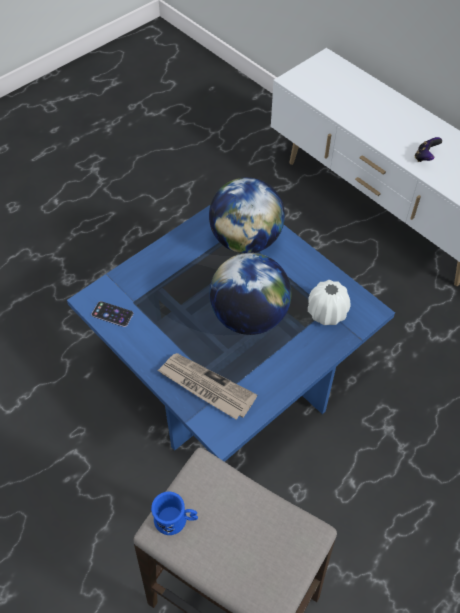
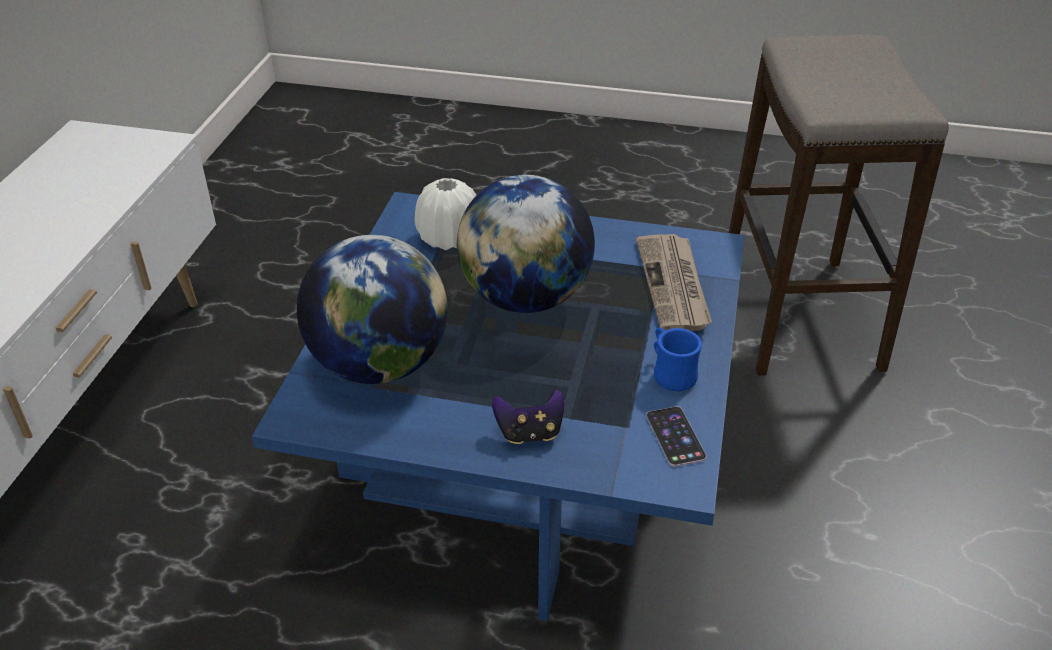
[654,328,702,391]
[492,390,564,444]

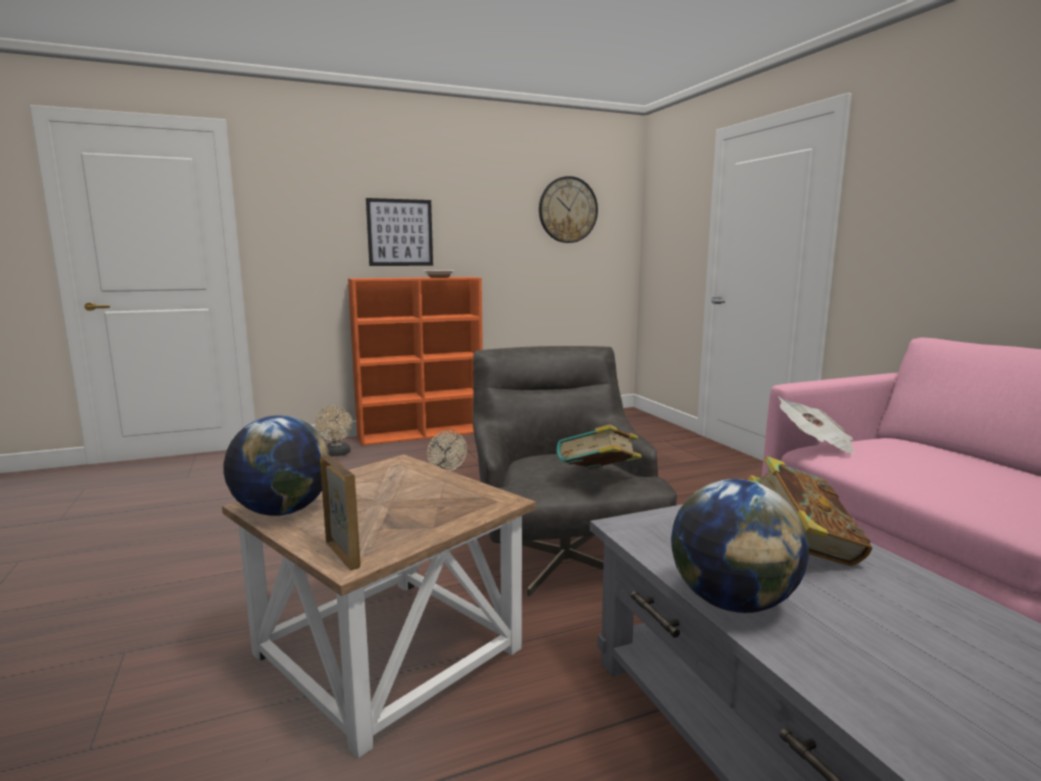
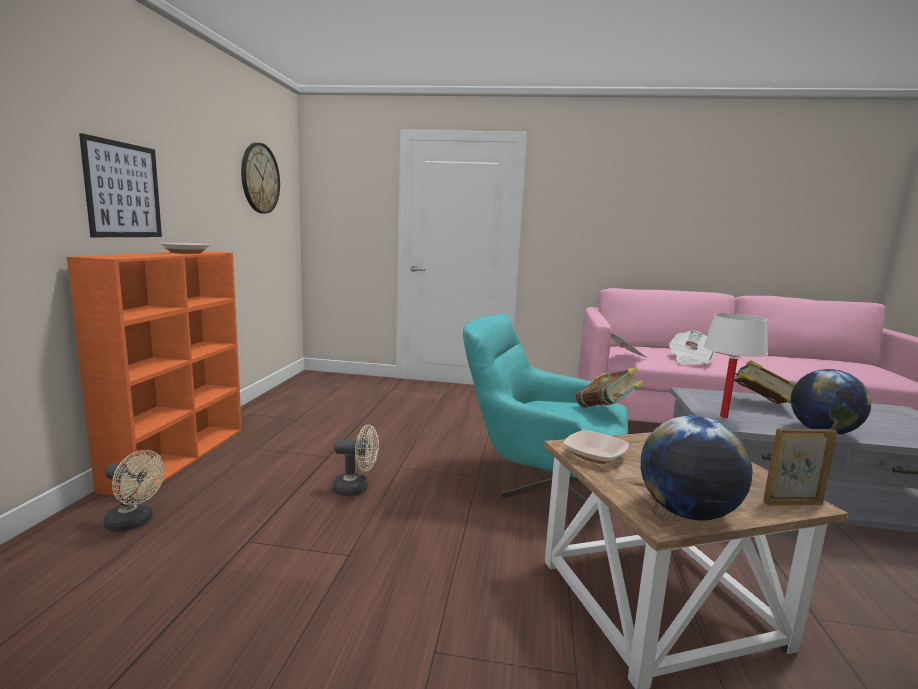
[463,314,628,517]
[564,430,629,464]
[668,330,715,365]
[703,313,768,418]

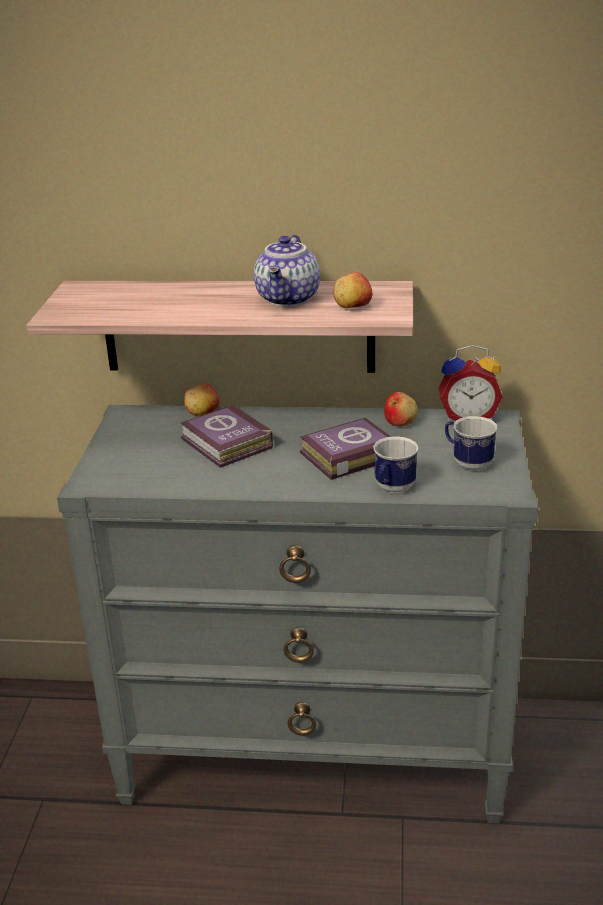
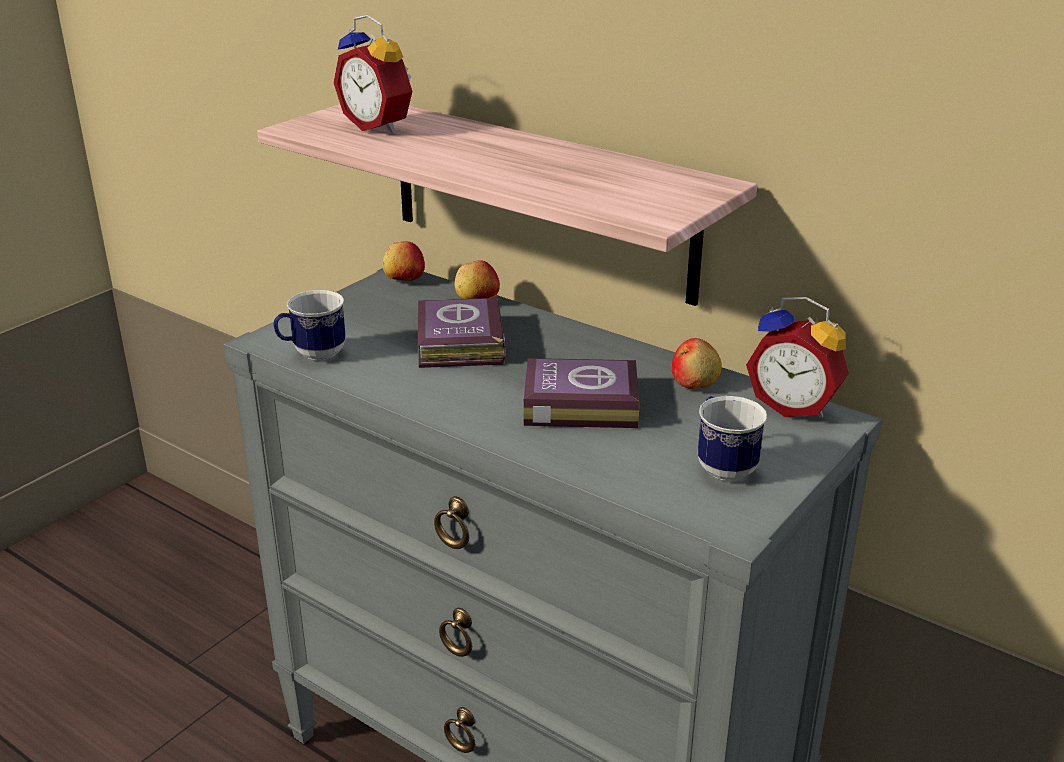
[254,235,320,307] (first image)
[383,241,425,281]
[274,290,346,360]
[333,15,412,134]

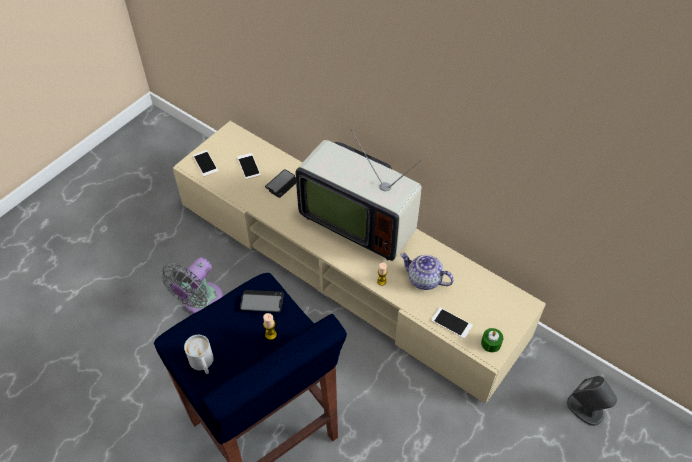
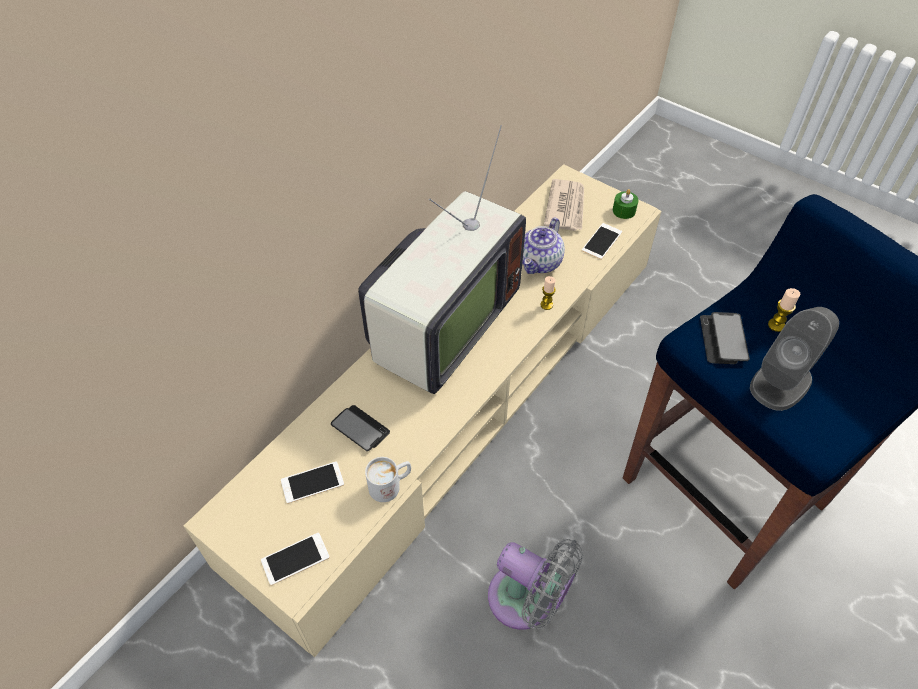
[365,457,411,502]
[750,307,839,411]
[544,179,584,231]

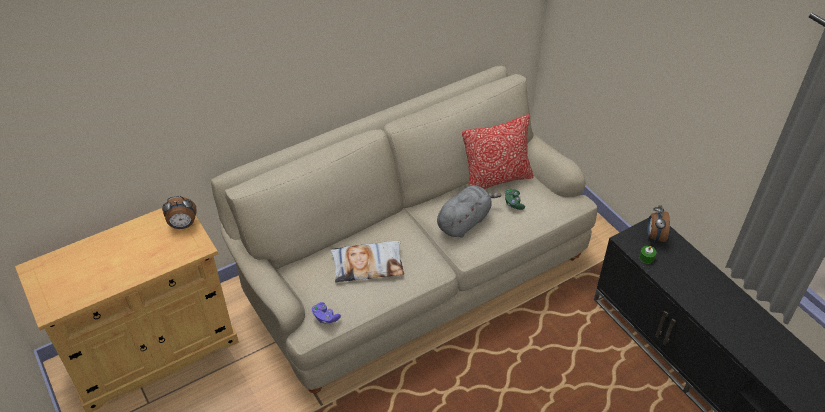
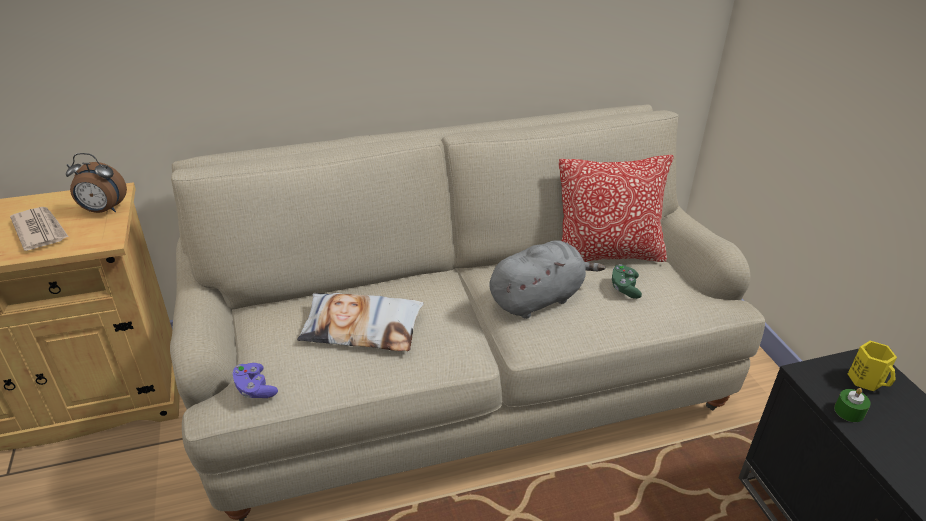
[848,341,897,391]
[10,207,69,251]

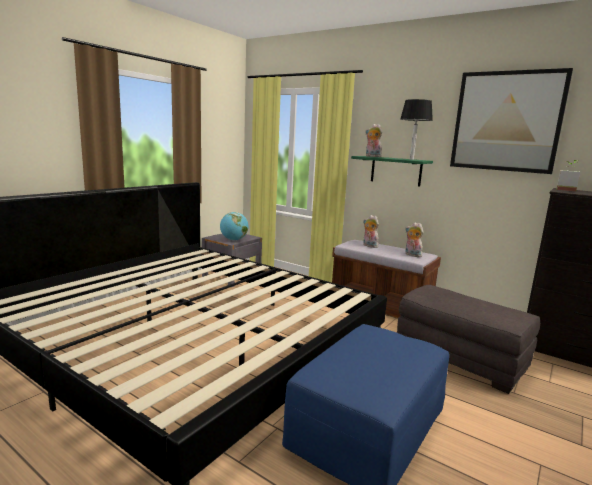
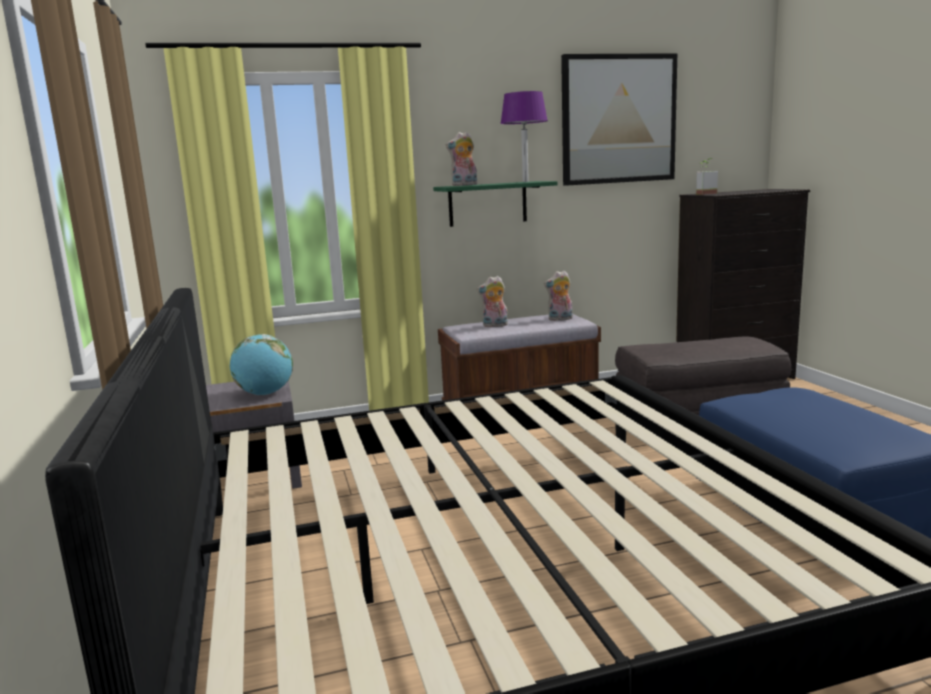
[500,91,548,182]

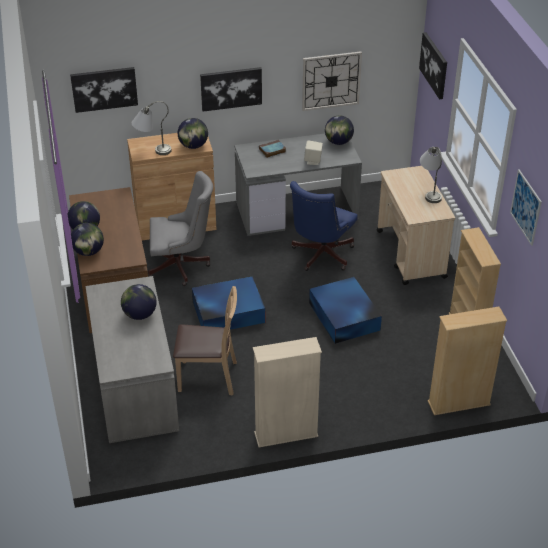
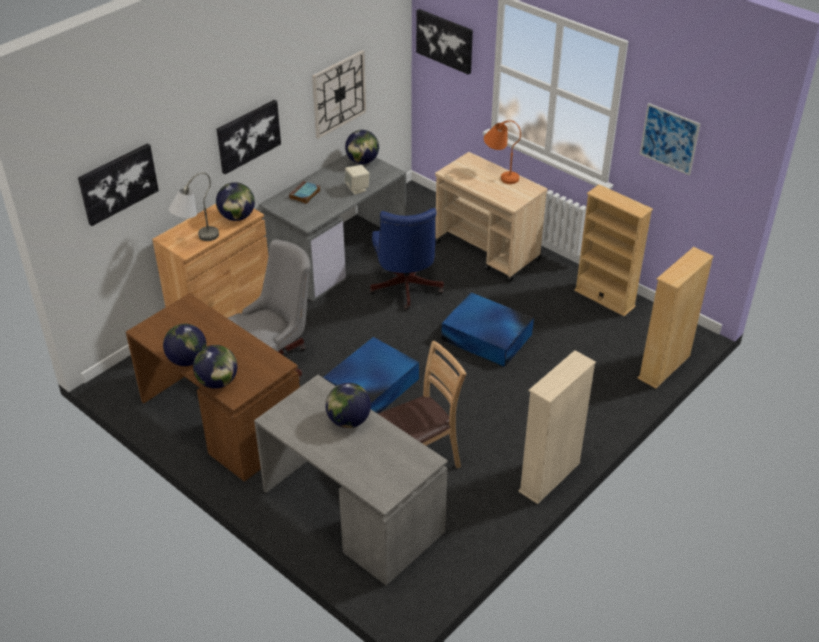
[484,120,521,184]

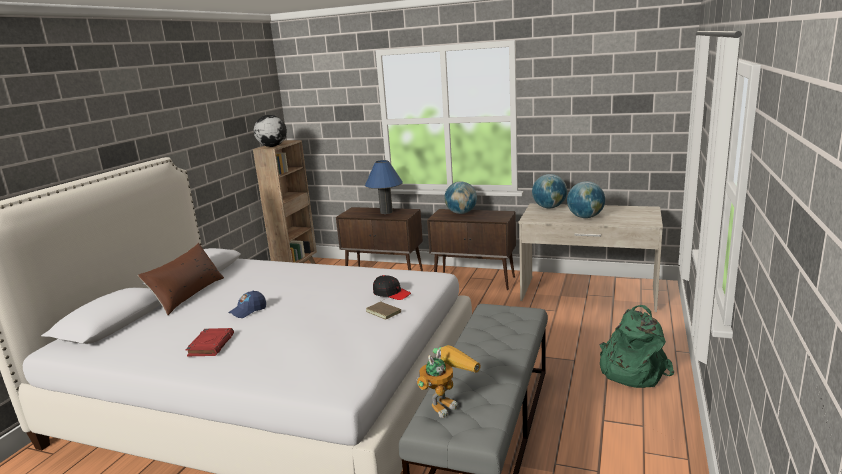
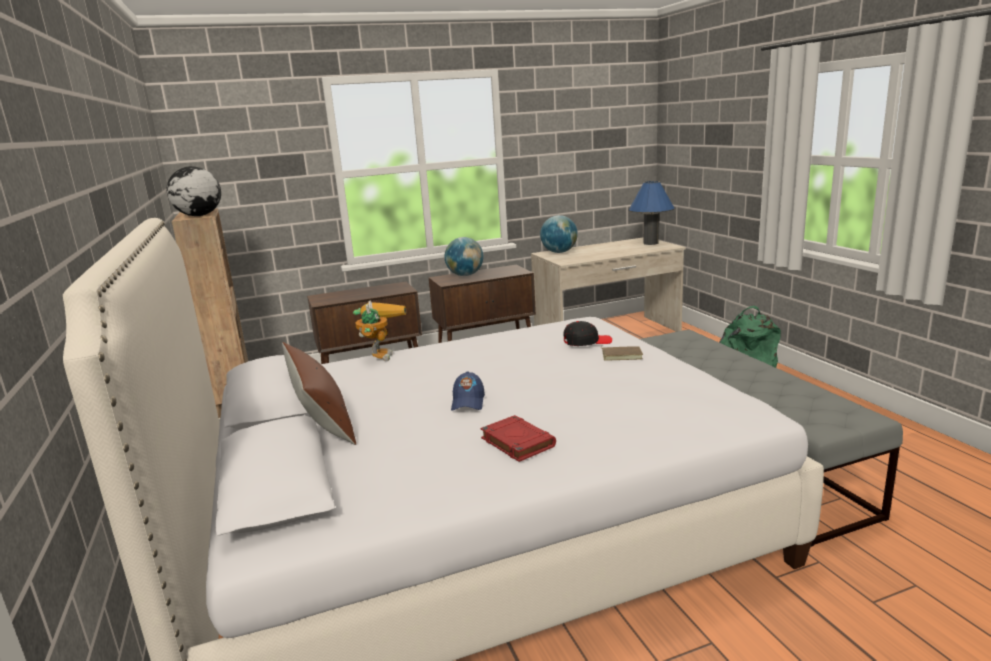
[629,181,674,245]
[353,301,406,361]
[567,181,605,218] (first image)

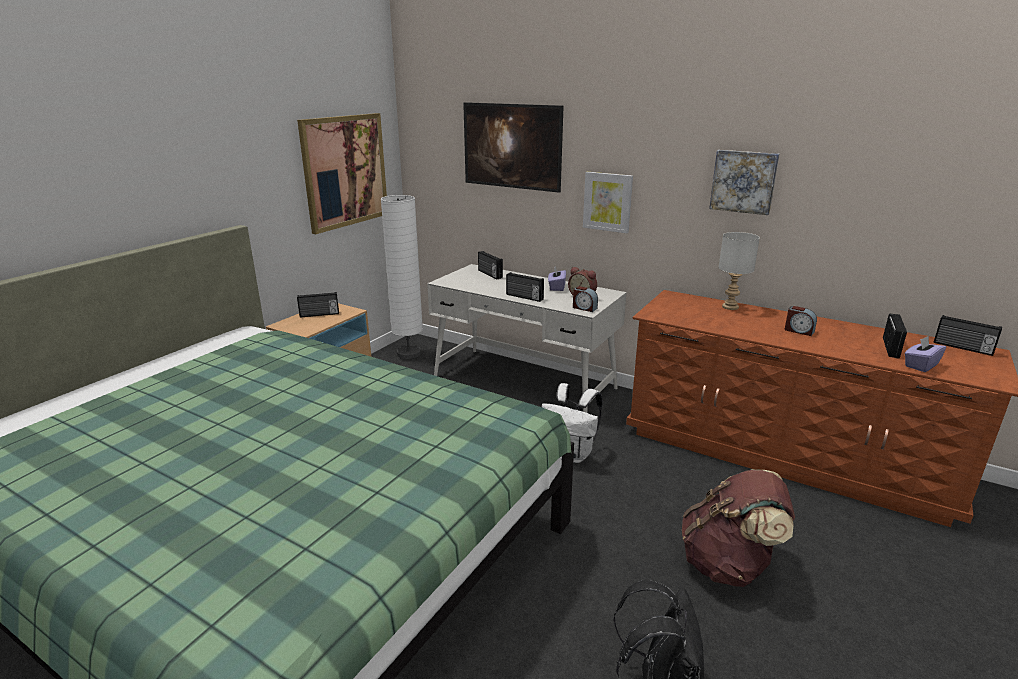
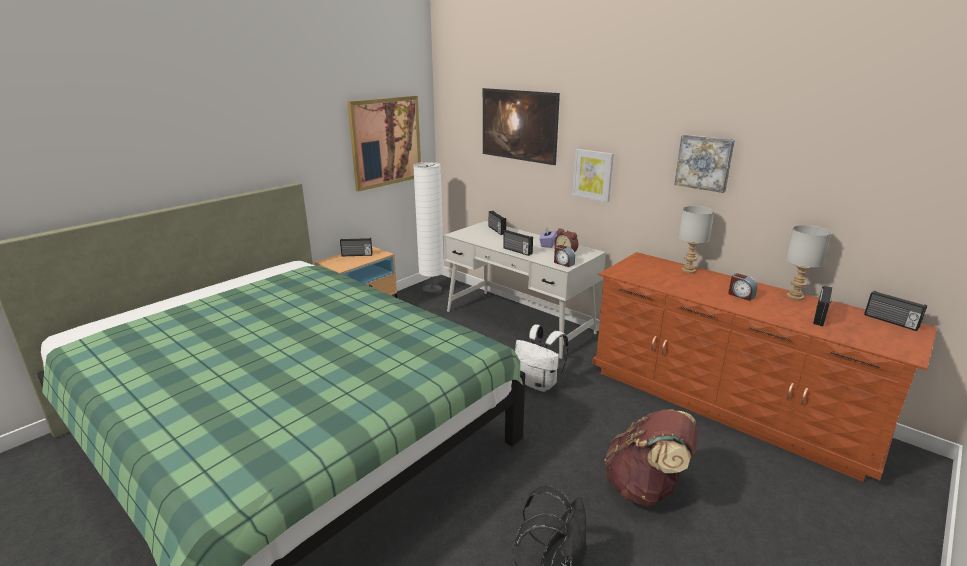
[905,335,946,372] (first image)
[786,225,831,300]

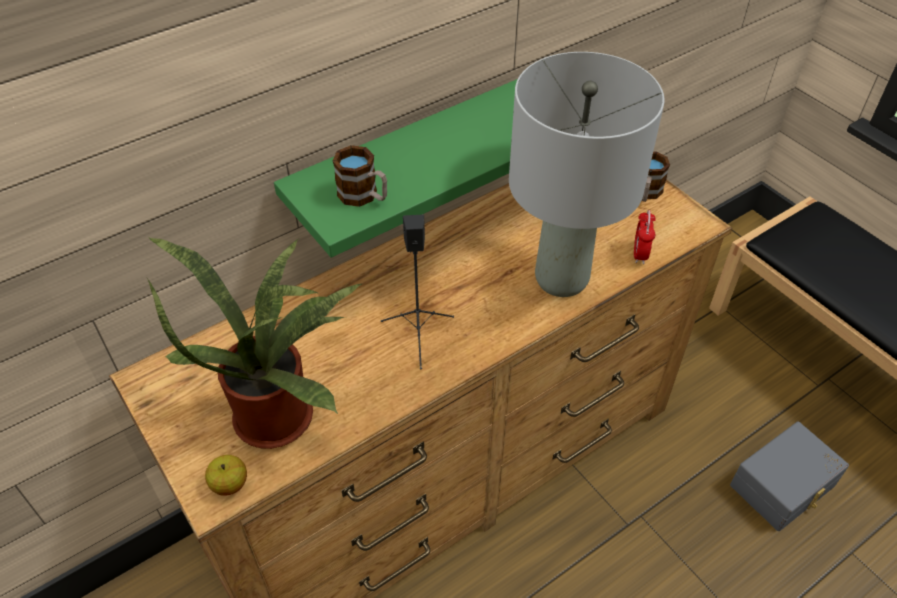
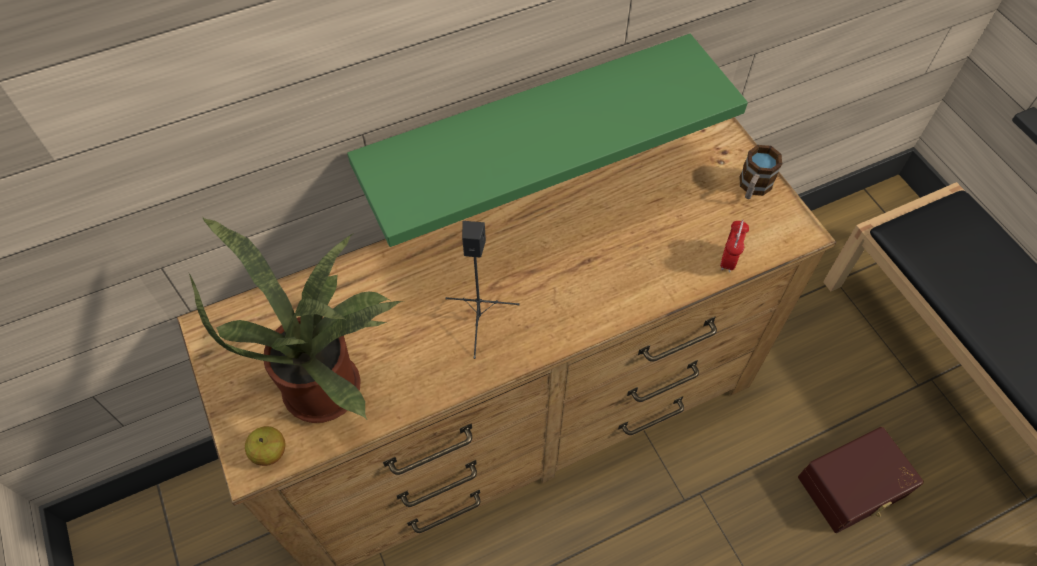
[333,145,387,207] (first image)
[509,52,664,297] (first image)
[798,427,924,533]

